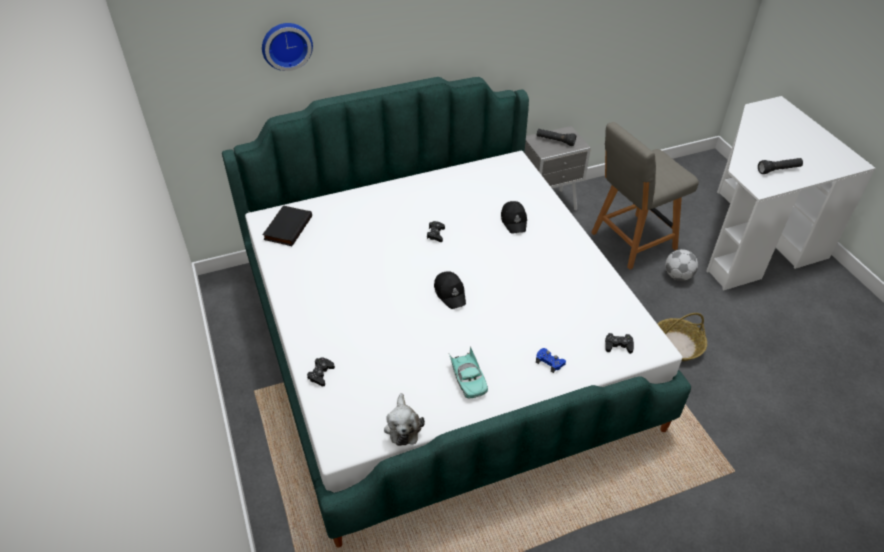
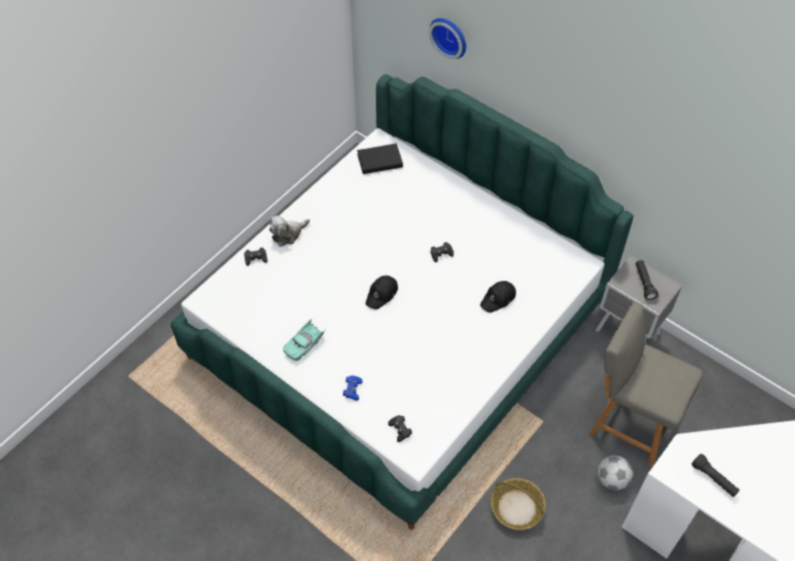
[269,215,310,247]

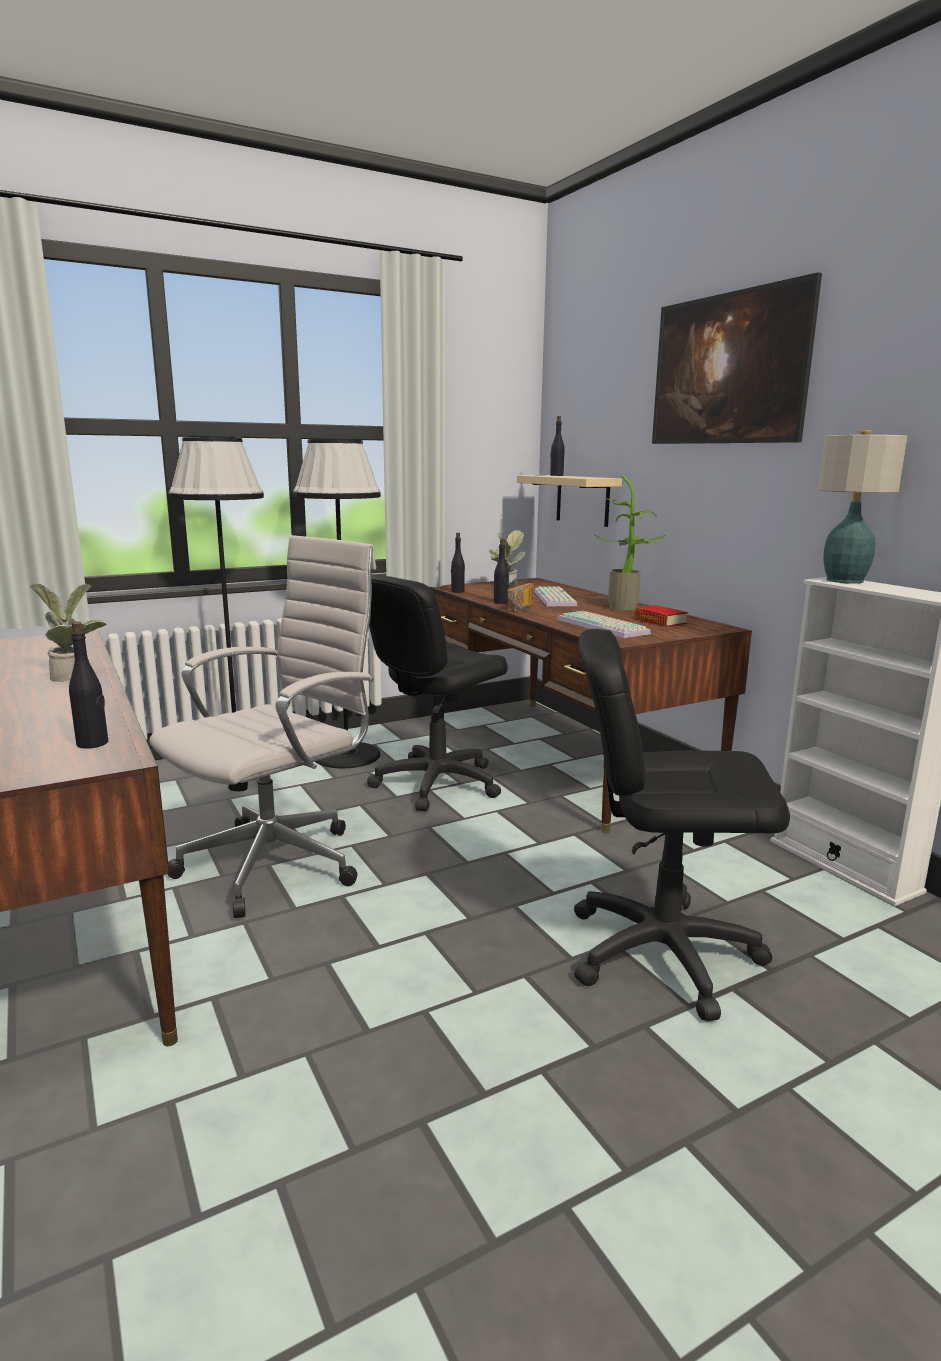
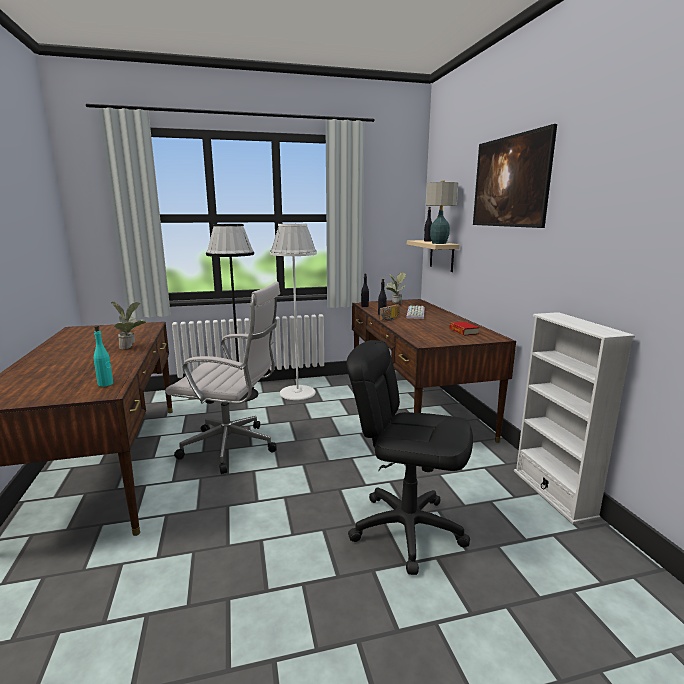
[94,326,113,387]
[165,281,280,474]
[270,224,317,400]
[367,574,508,811] (first image)
[557,611,651,638] (first image)
[594,475,666,611] (first image)
[426,180,458,244]

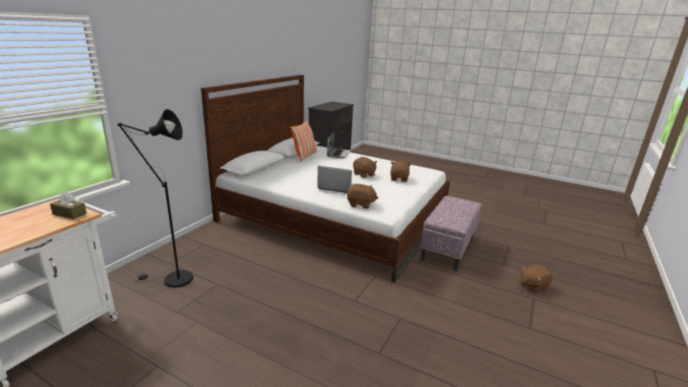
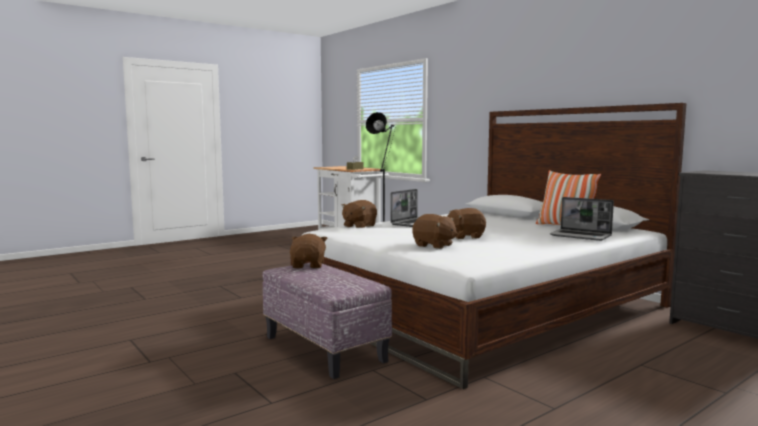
[290,234,328,268]

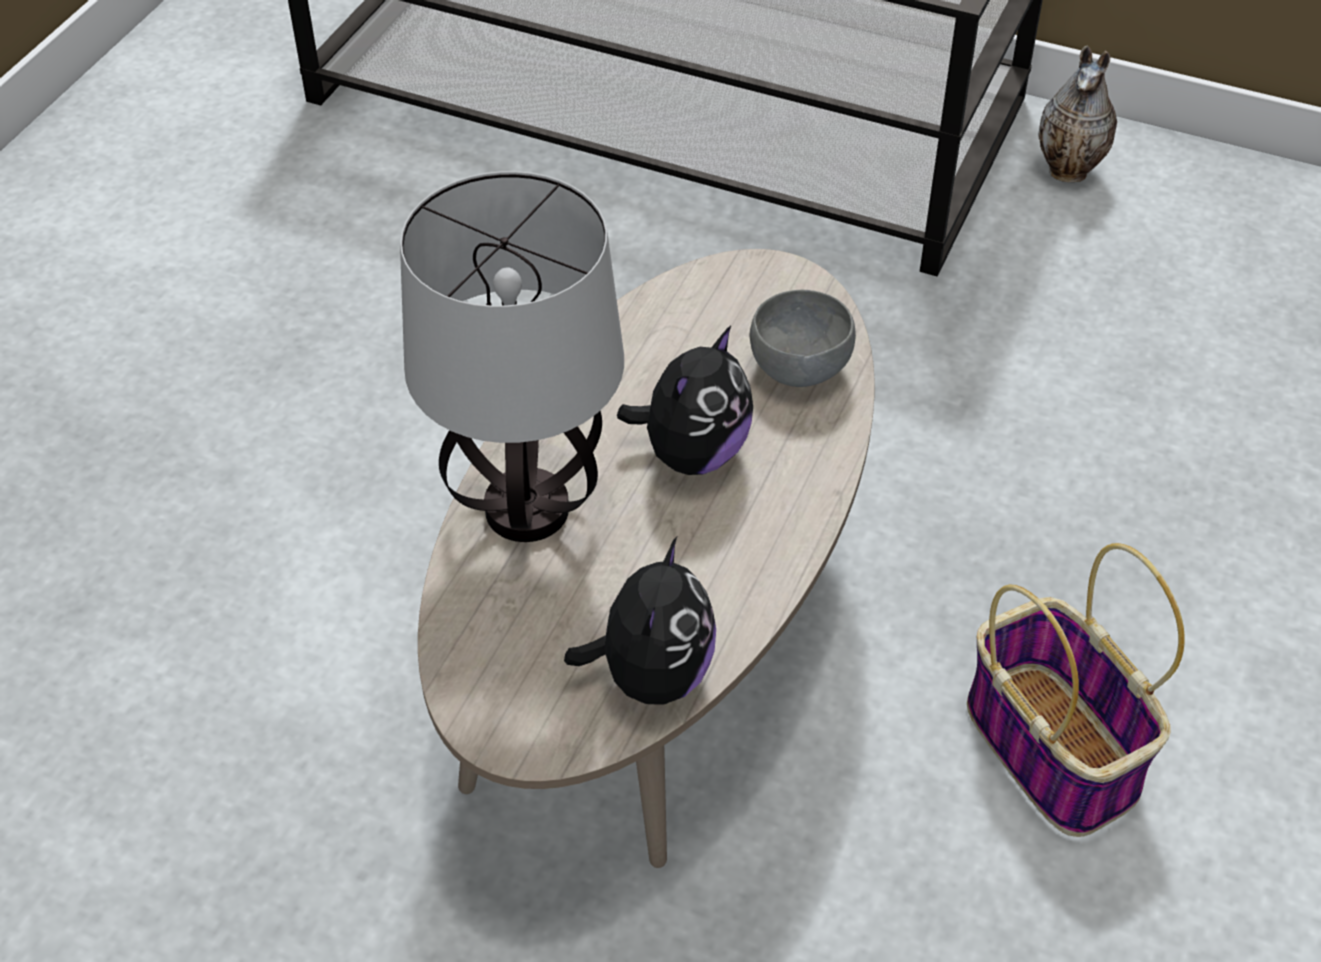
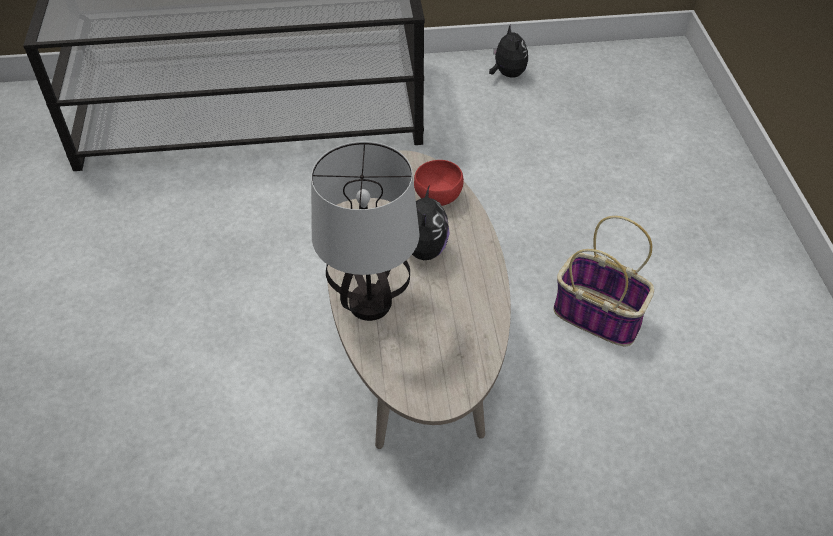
[489,25,528,78]
[414,160,464,206]
[1038,46,1117,182] (first image)

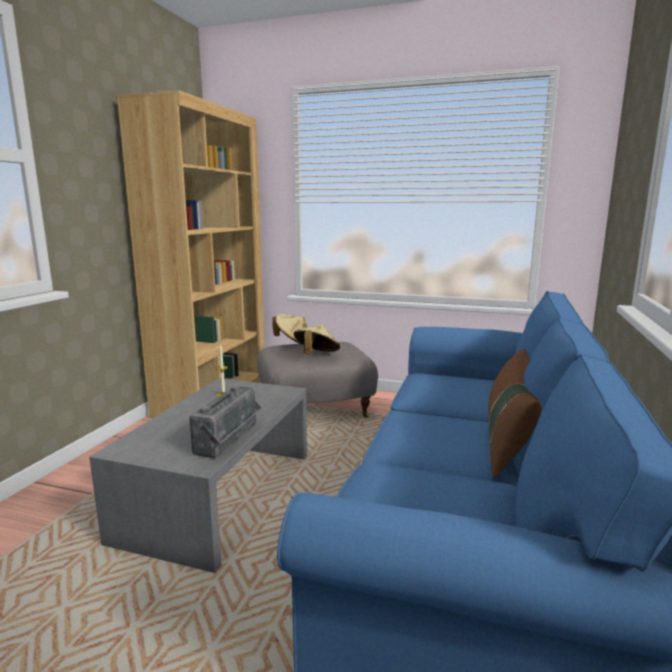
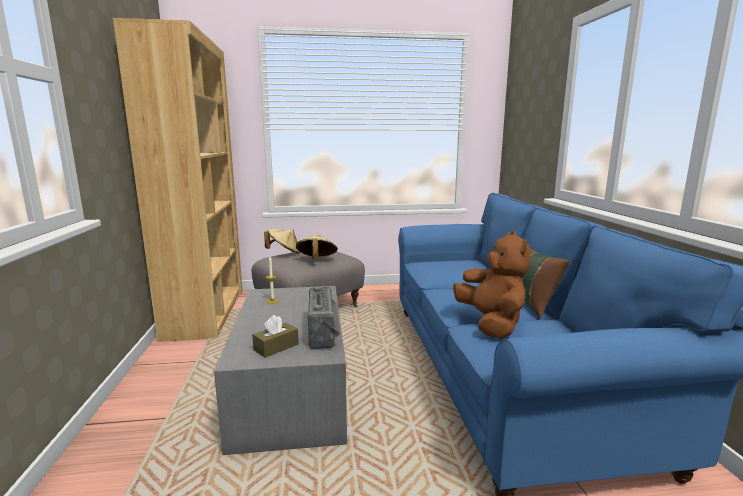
[252,315,299,358]
[453,231,531,339]

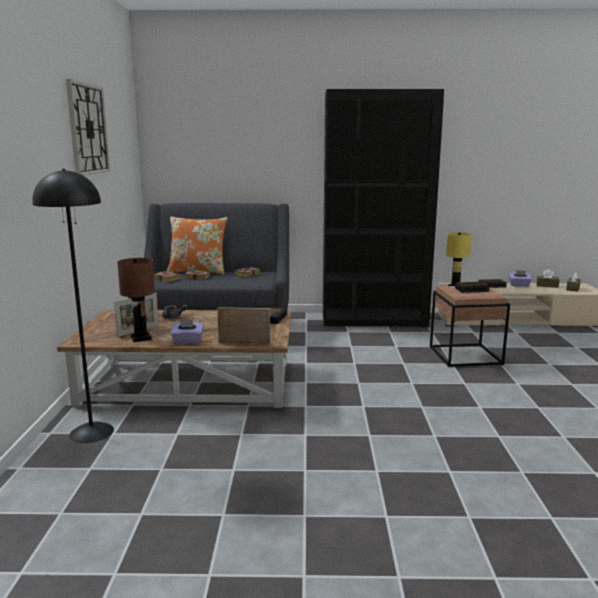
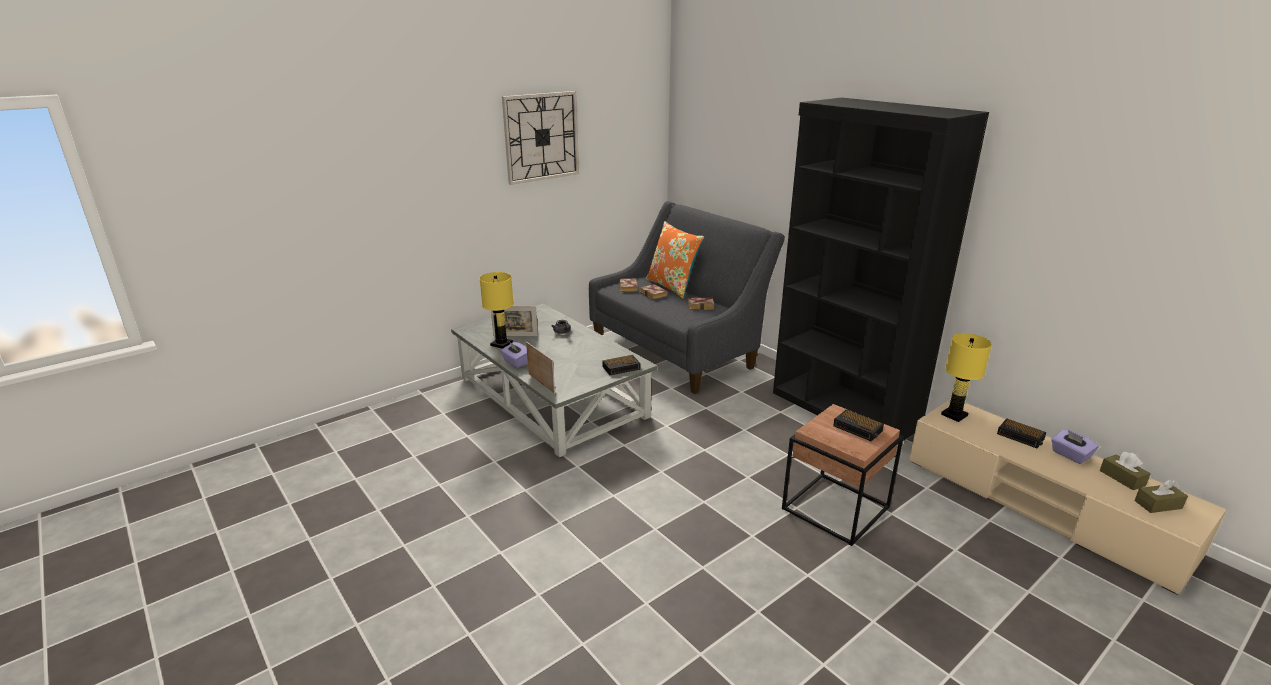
[32,169,114,443] (first image)
[451,303,658,457]
[480,272,514,349]

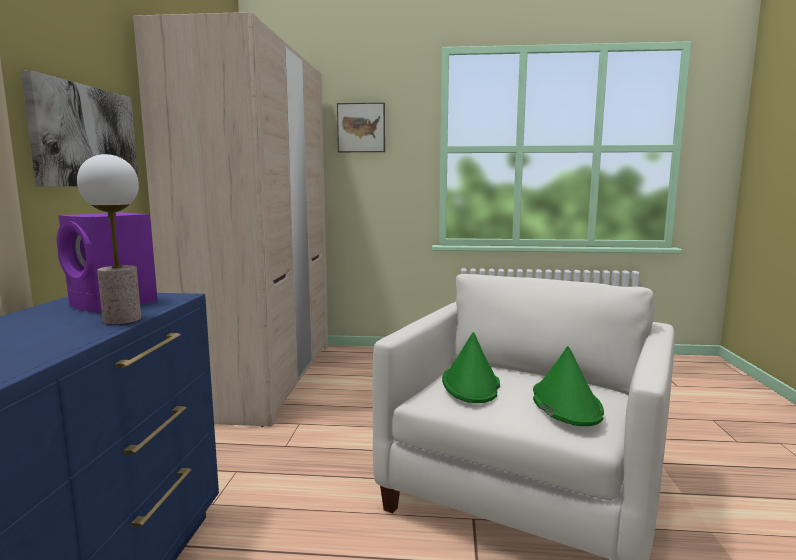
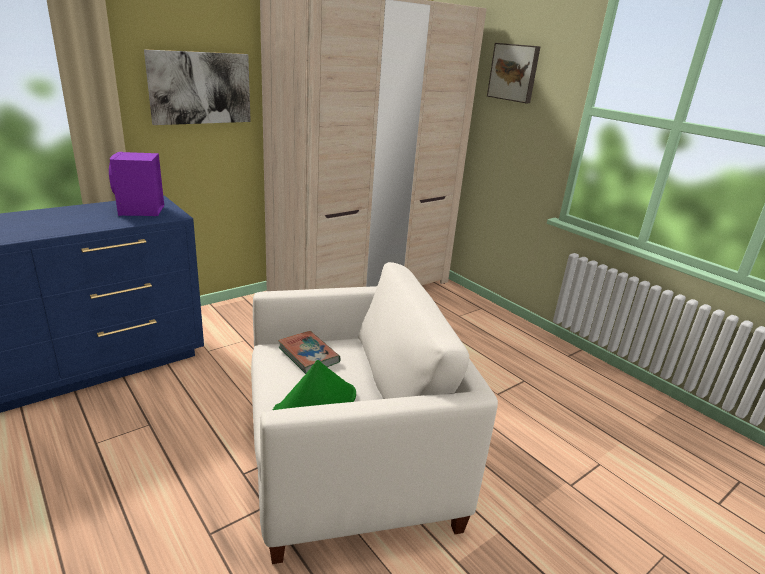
[77,154,141,325] (first image)
[278,331,341,374]

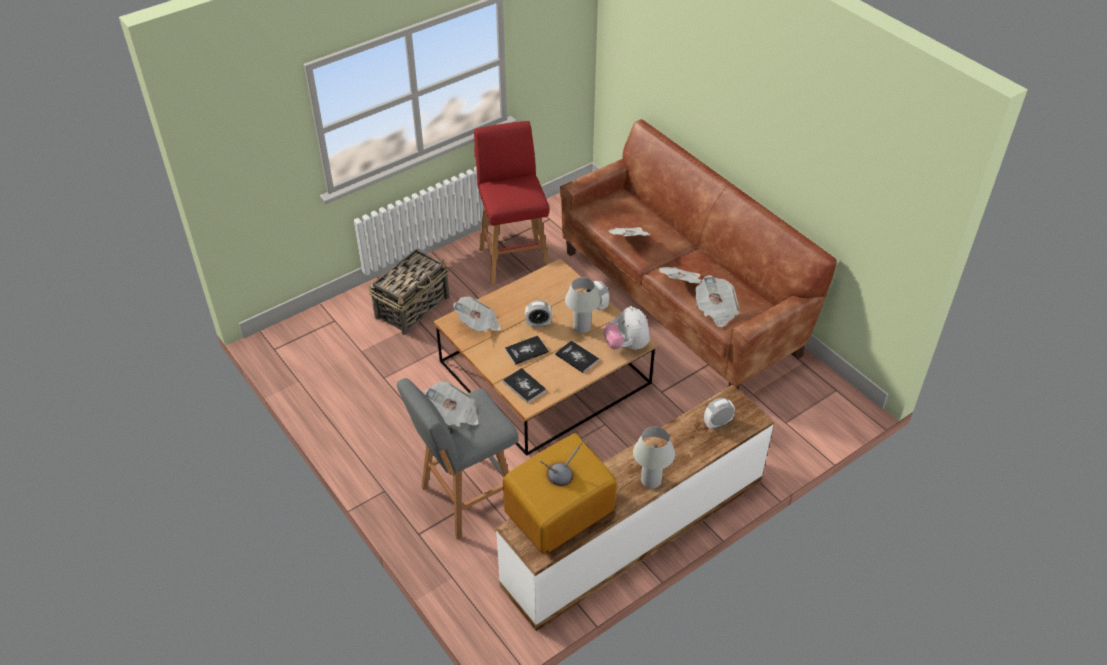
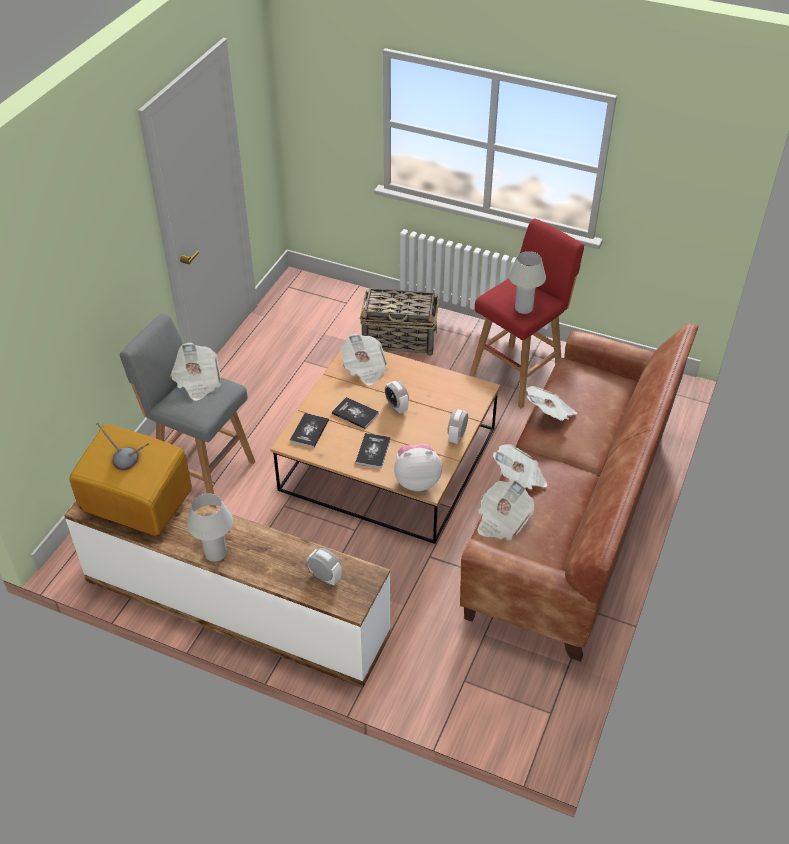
[508,251,546,314]
[394,444,442,491]

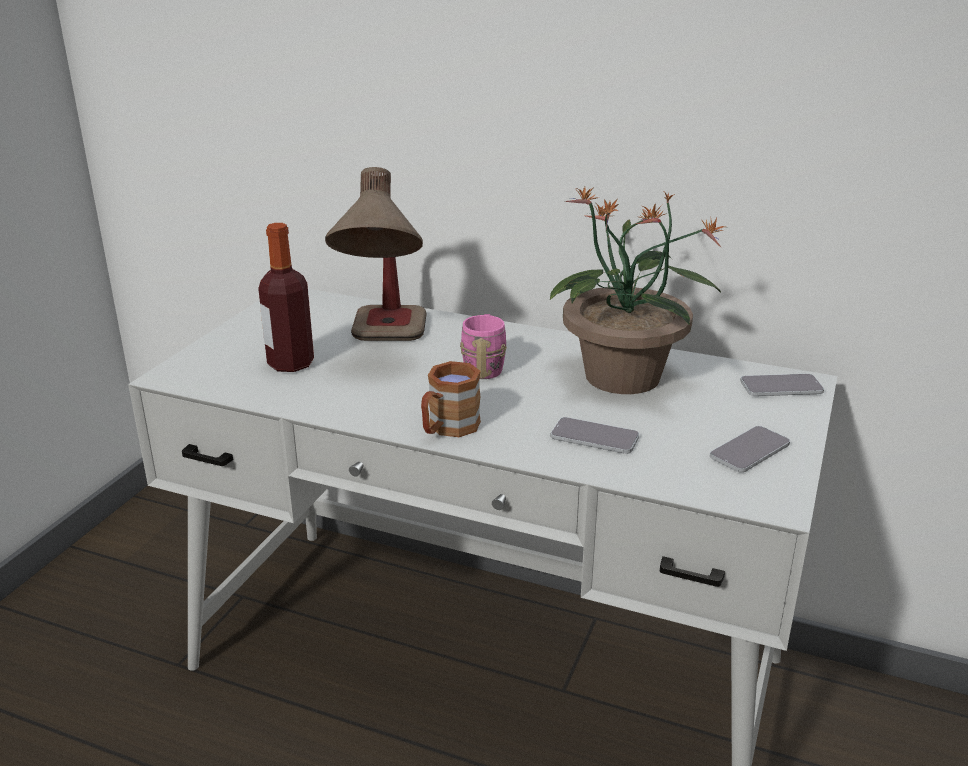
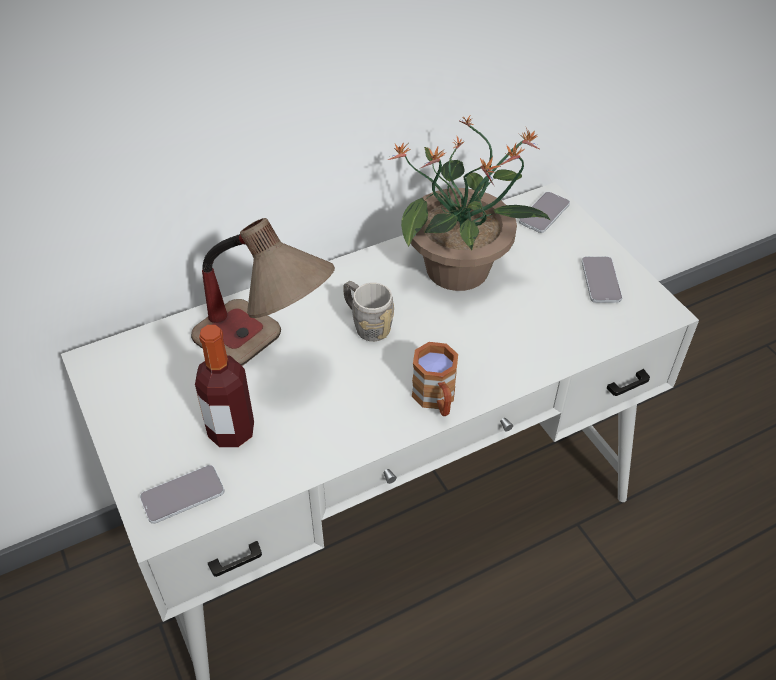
[343,281,394,341]
[140,465,225,524]

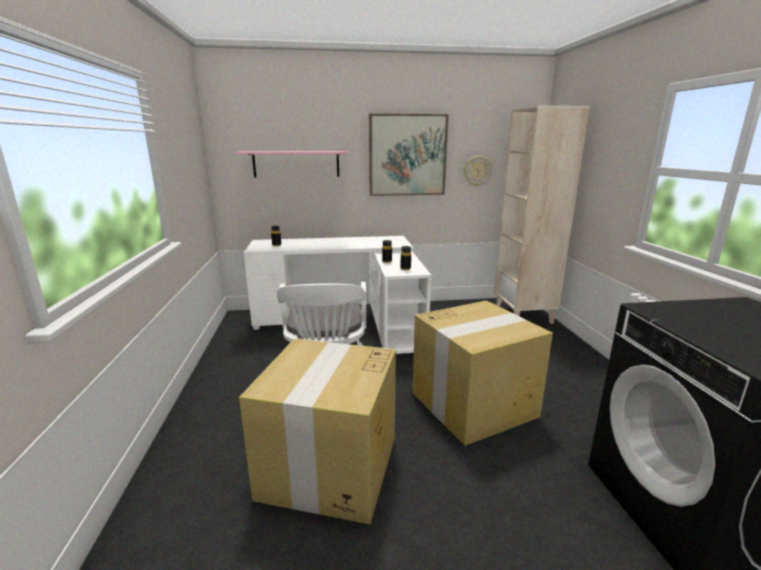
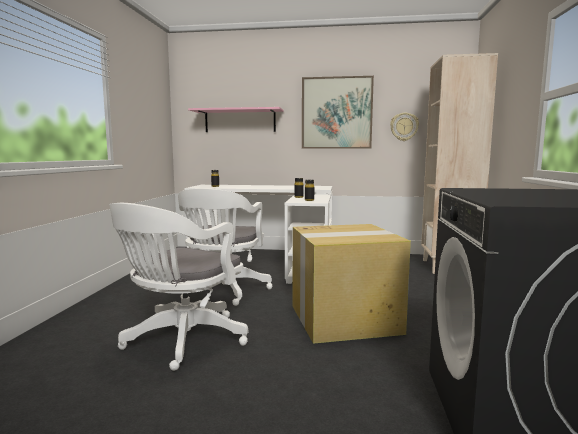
[110,203,248,371]

